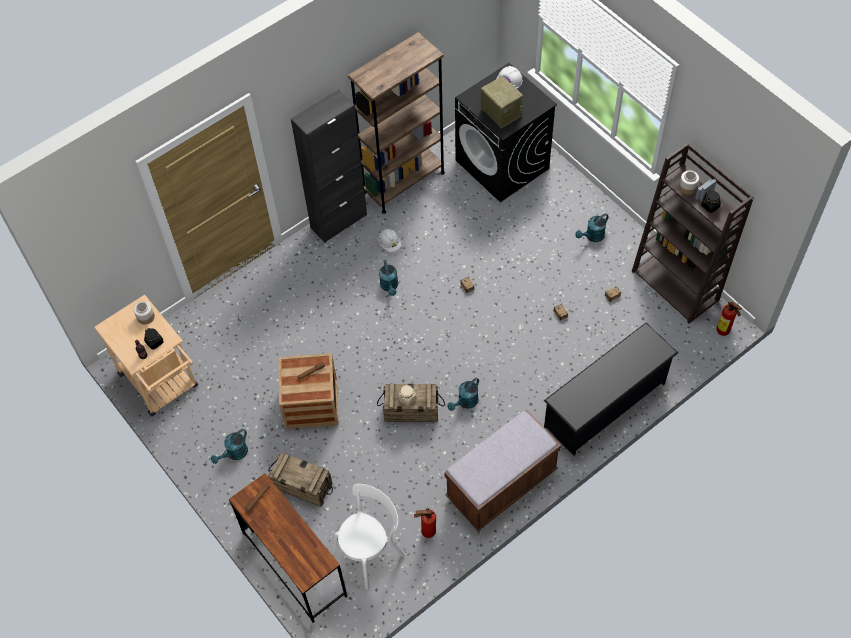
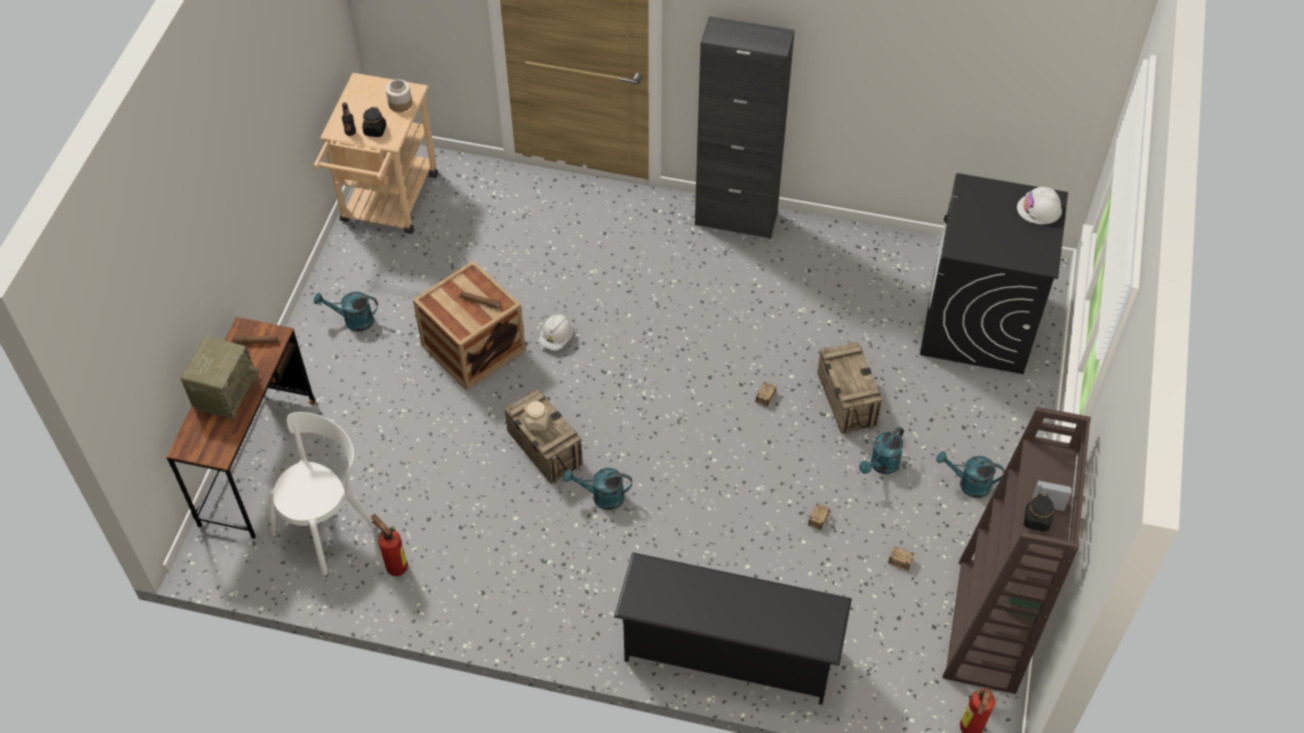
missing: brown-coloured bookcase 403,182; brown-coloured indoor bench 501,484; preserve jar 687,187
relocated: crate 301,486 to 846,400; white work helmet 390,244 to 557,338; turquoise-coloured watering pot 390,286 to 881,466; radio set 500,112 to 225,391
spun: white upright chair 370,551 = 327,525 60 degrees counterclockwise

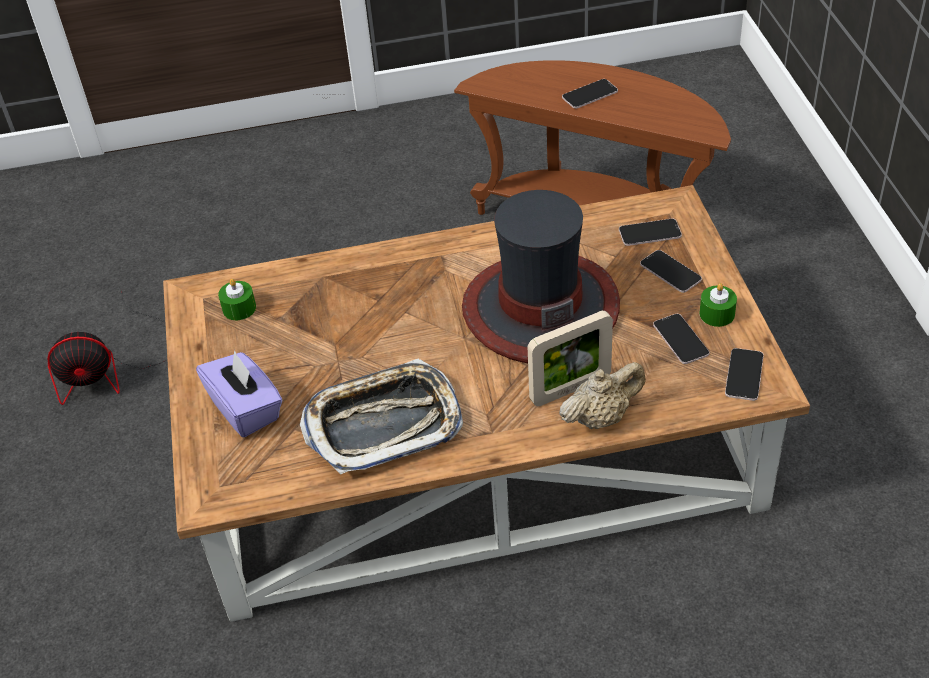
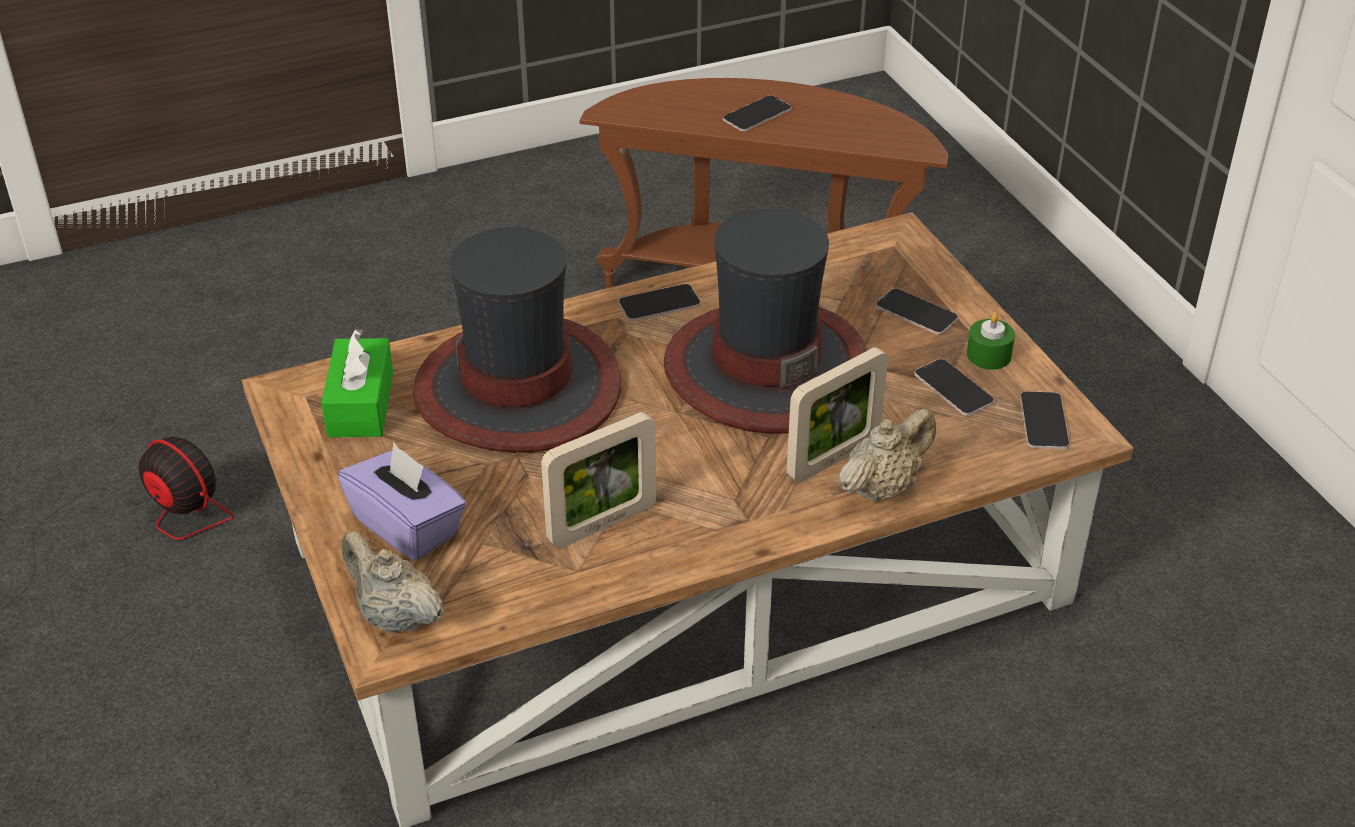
appeared: beige pot for tea 394,616; wearable hat 519,388
relocated: telephone 650,233 to 659,304
exchanged: greenish wax light 239,308 to greenish tissue box 361,404; tray 383,423 to photo frame 602,524
spun: cooling fan 111,367 = 144,524 120 degrees counterclockwise

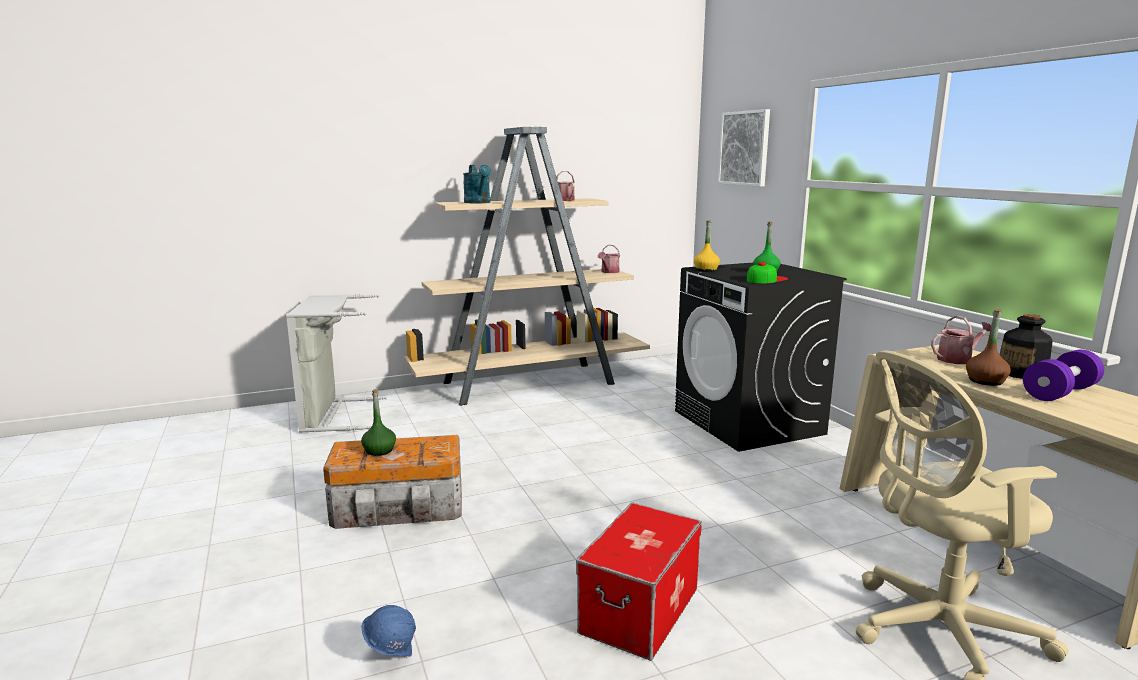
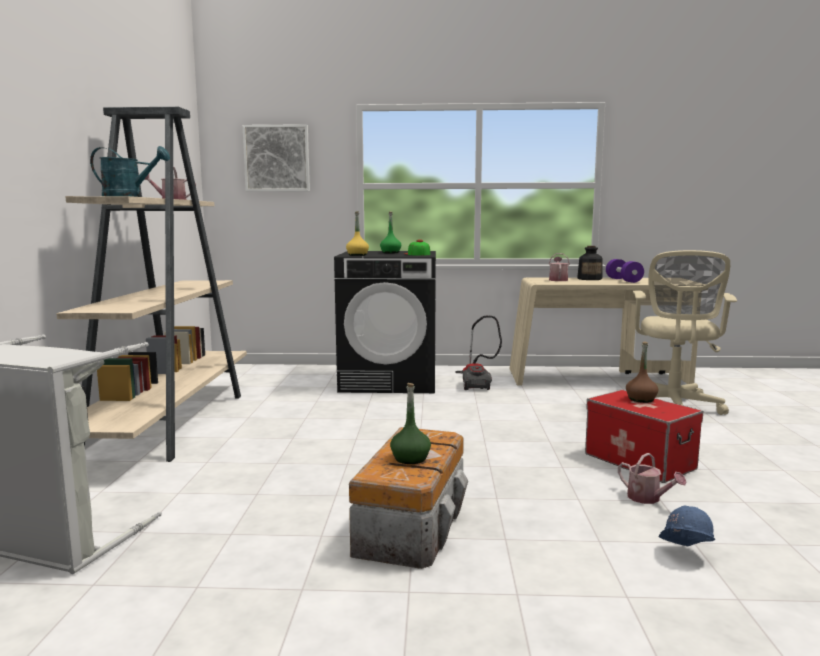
appeared: hoover 476,383
relocated: watering pot 609,272 to 648,498; brown-coloured drink bottle 985,381 to 641,399

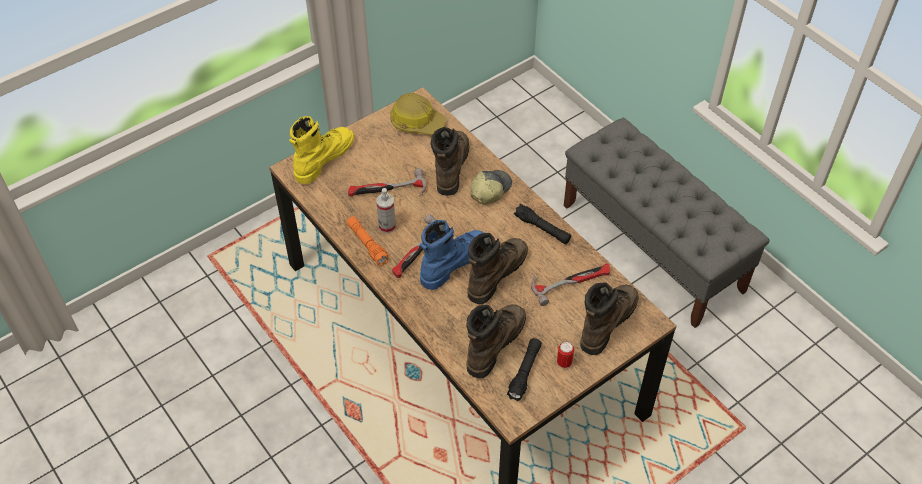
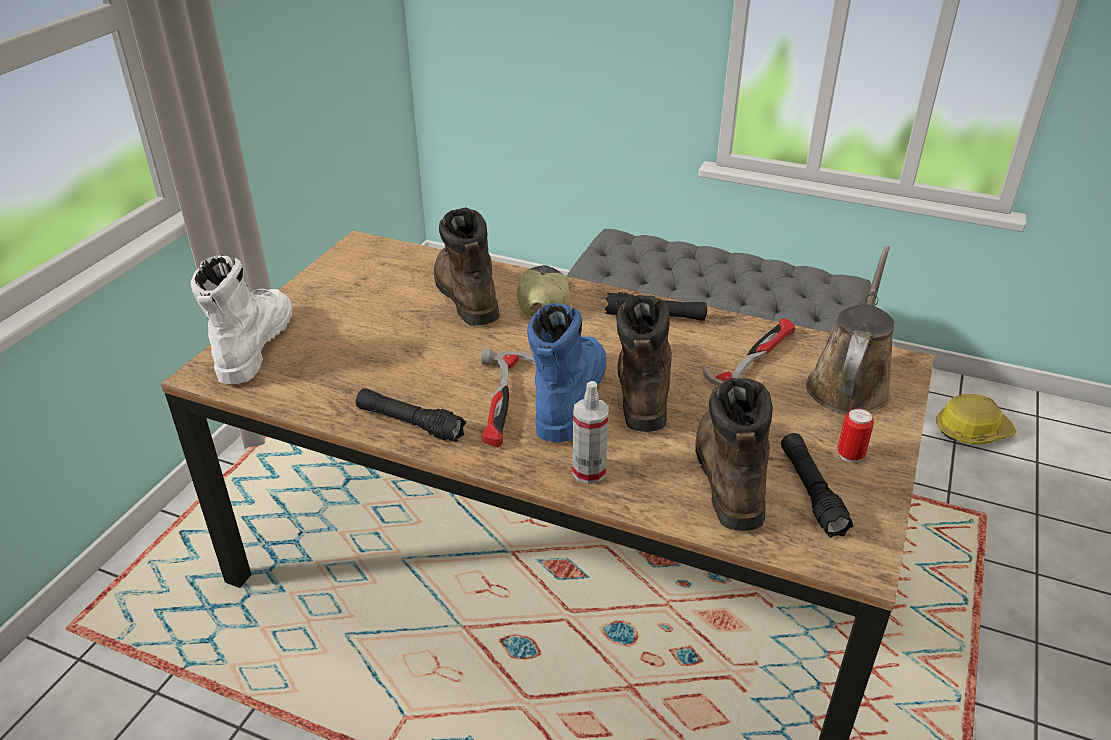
missing: tool hammer 387,190
relocated: sprayer 387,226 to 589,471; work helmet 417,122 to 971,430
exchanged: brown-coloured boot 607,322 to brown-coloured watering pot 849,384
colour: yellow-coloured boot 323,158 to white boot 254,345; orangey flashlight 367,244 to blackish flashlight 410,423

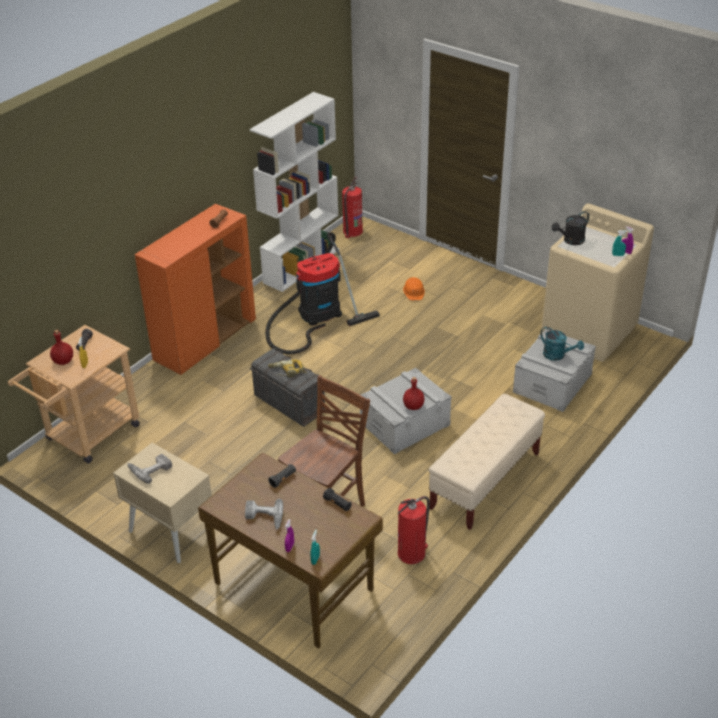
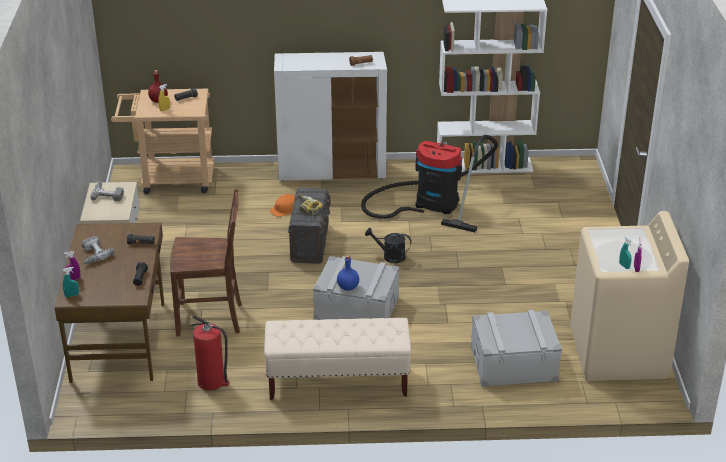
missing: fire-fighting cylinder 352,231; turquoise-coloured watering pot 557,355
relocated: orangey work helmet 414,292 to 285,209; blackish watering pot 571,241 to 390,256
colour: orangey cupboard 205,340 to white cupboard 332,171; red-coloured drink bottle 413,406 to bluish drink bottle 347,287

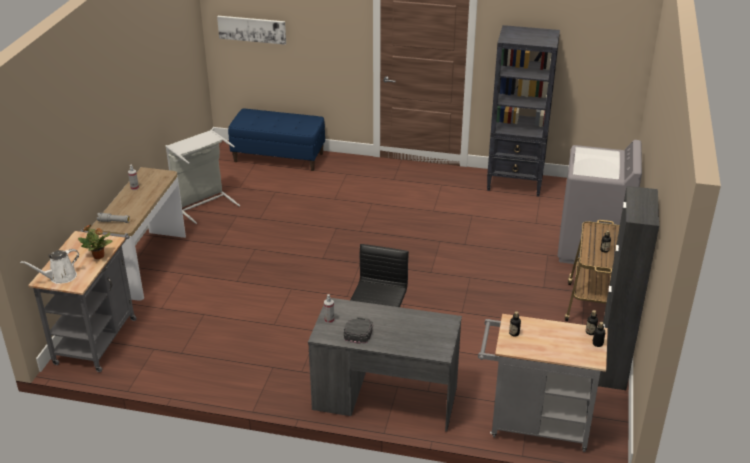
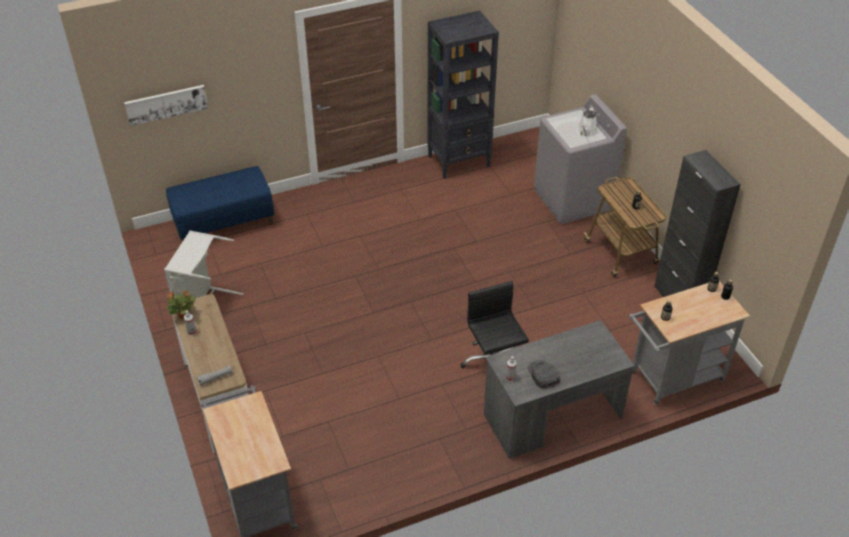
relocated: white watering pot 60,277 to 586,132; houseplant 99,256 to 184,315

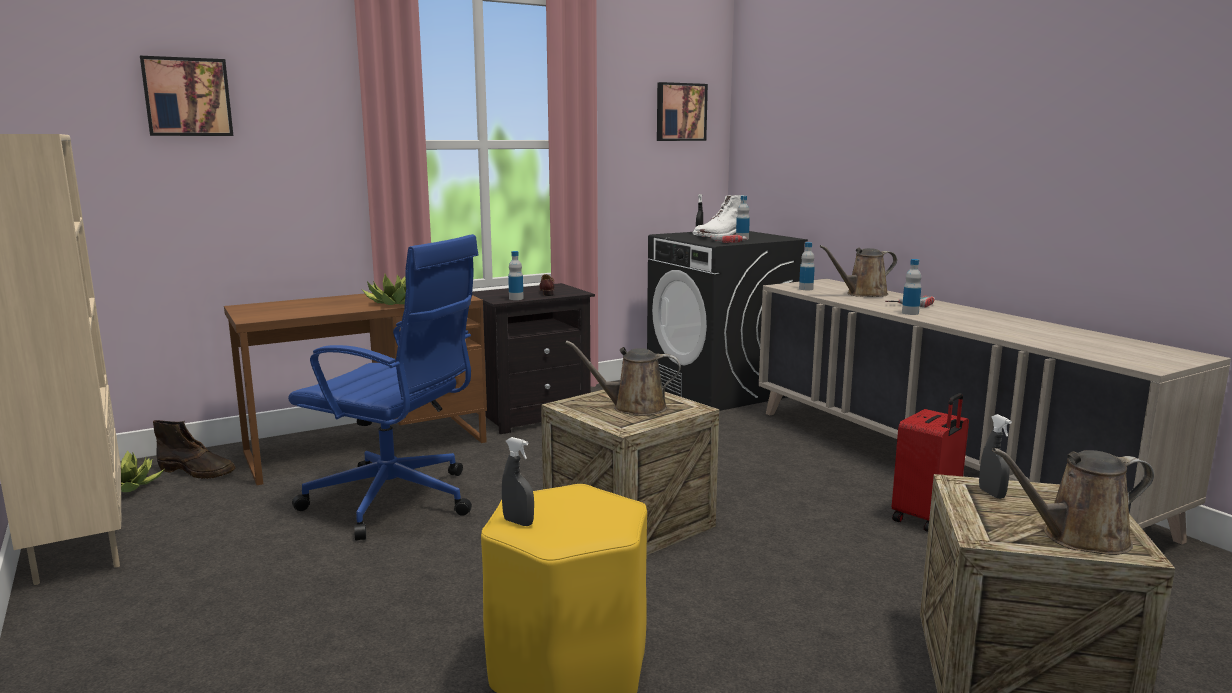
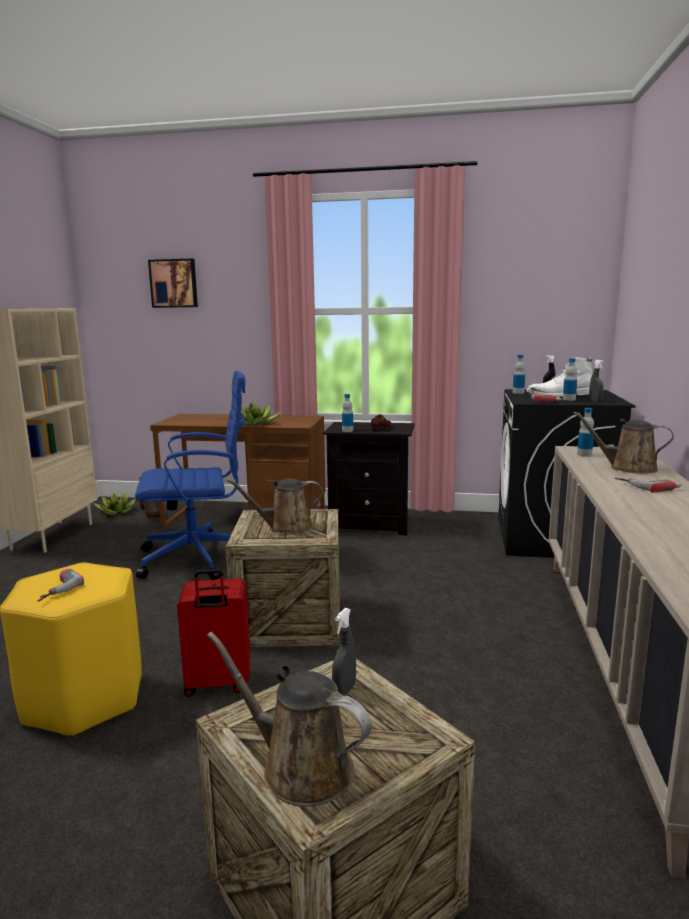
missing: wall picture 680,112
appeared: power drill 54,588
relocated: grey sprayer 518,522 to 595,400; red-coloured travel case 926,518 to 218,684; drink bottle 910,313 to 518,392
spun: bluish office chair 396,502 = 199,558 75 degrees counterclockwise; brown-coloured watering pot 633,408 = 286,527 60 degrees counterclockwise

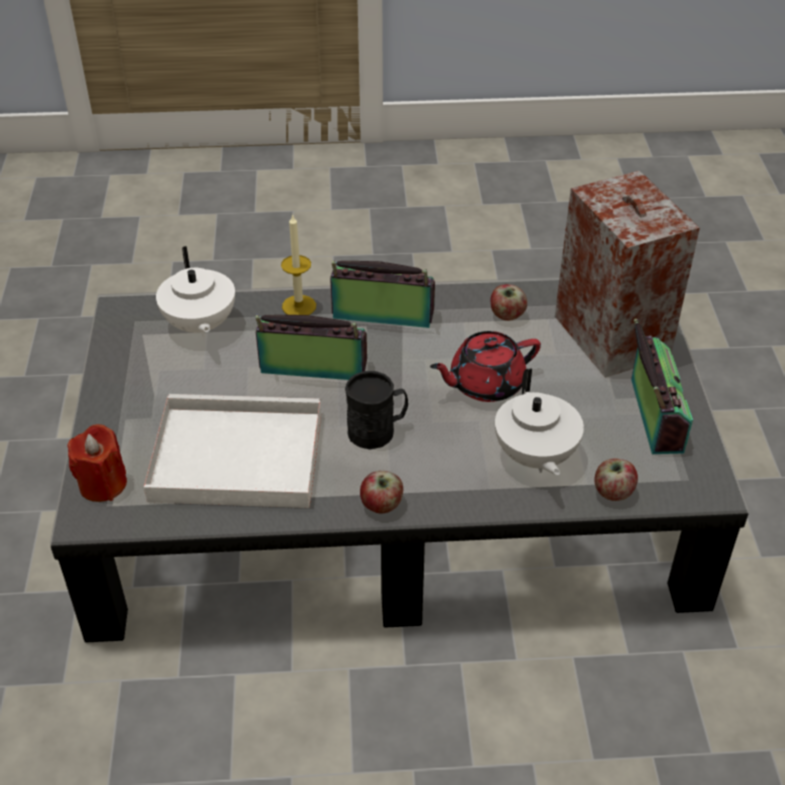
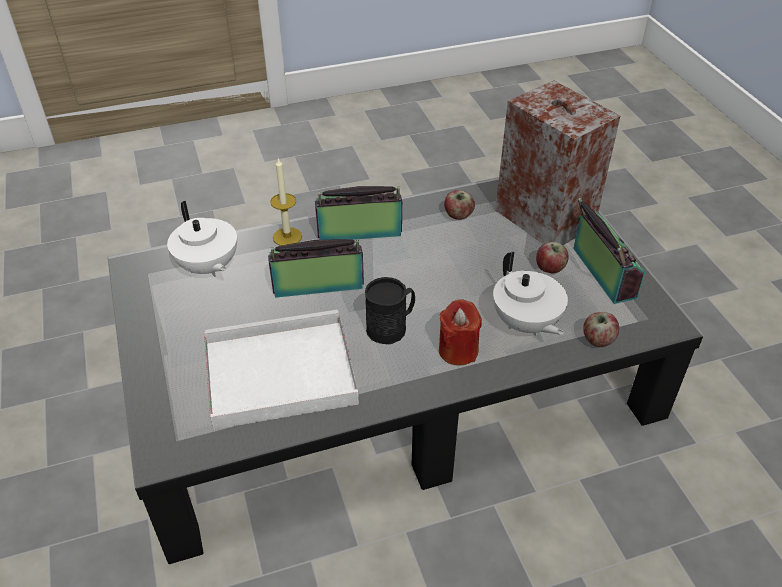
missing: red-coloured pot for tea 485,384
relocated: red-coloured wax light 103,484 to 458,350; apple fruit 381,505 to 550,268

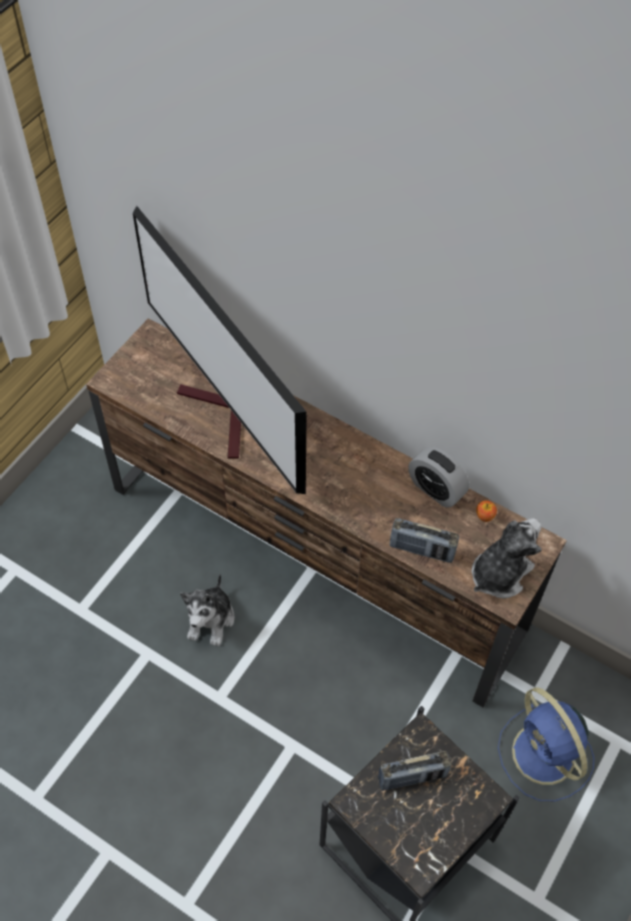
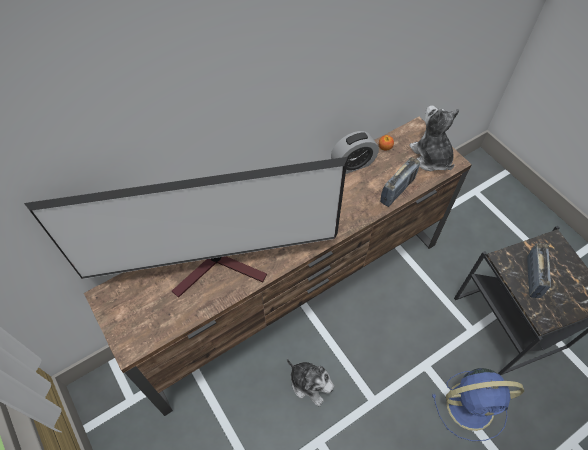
relocated: bluish cooling fan 545,756 to 472,405

